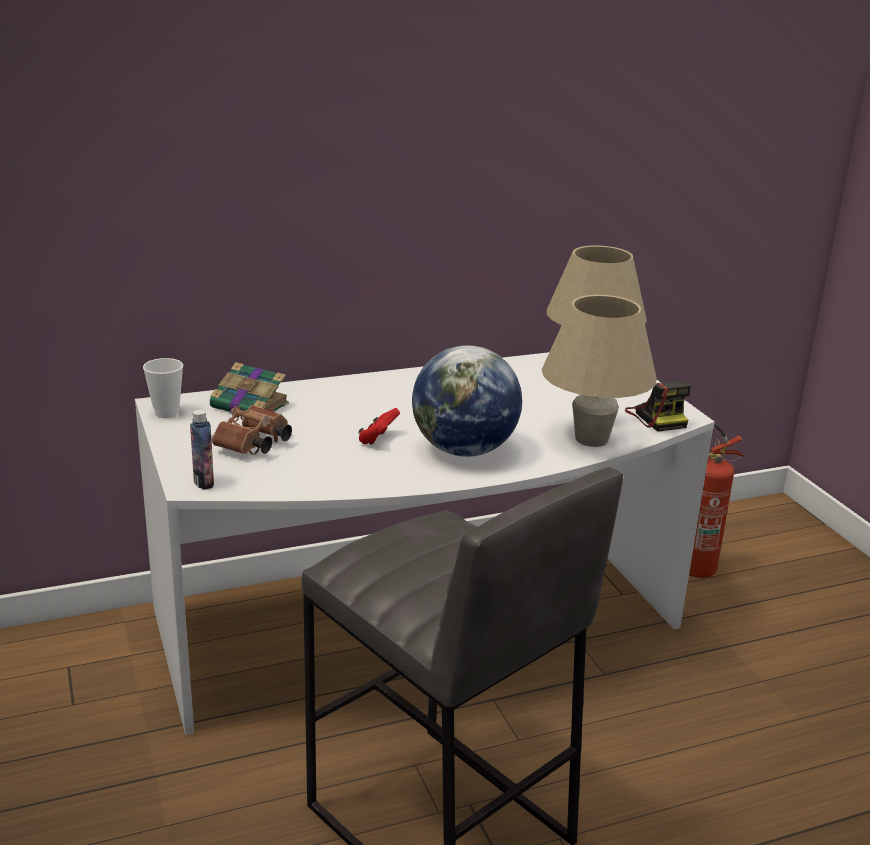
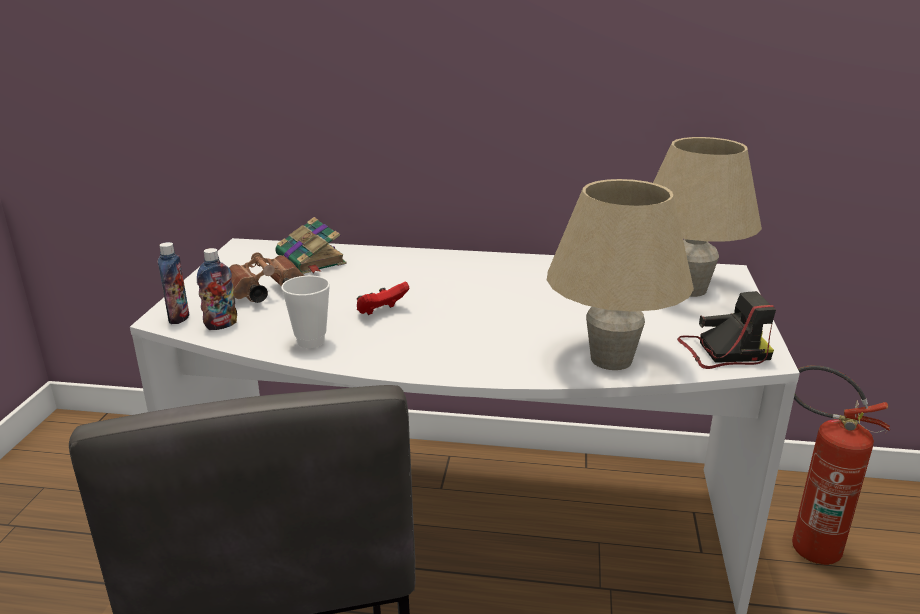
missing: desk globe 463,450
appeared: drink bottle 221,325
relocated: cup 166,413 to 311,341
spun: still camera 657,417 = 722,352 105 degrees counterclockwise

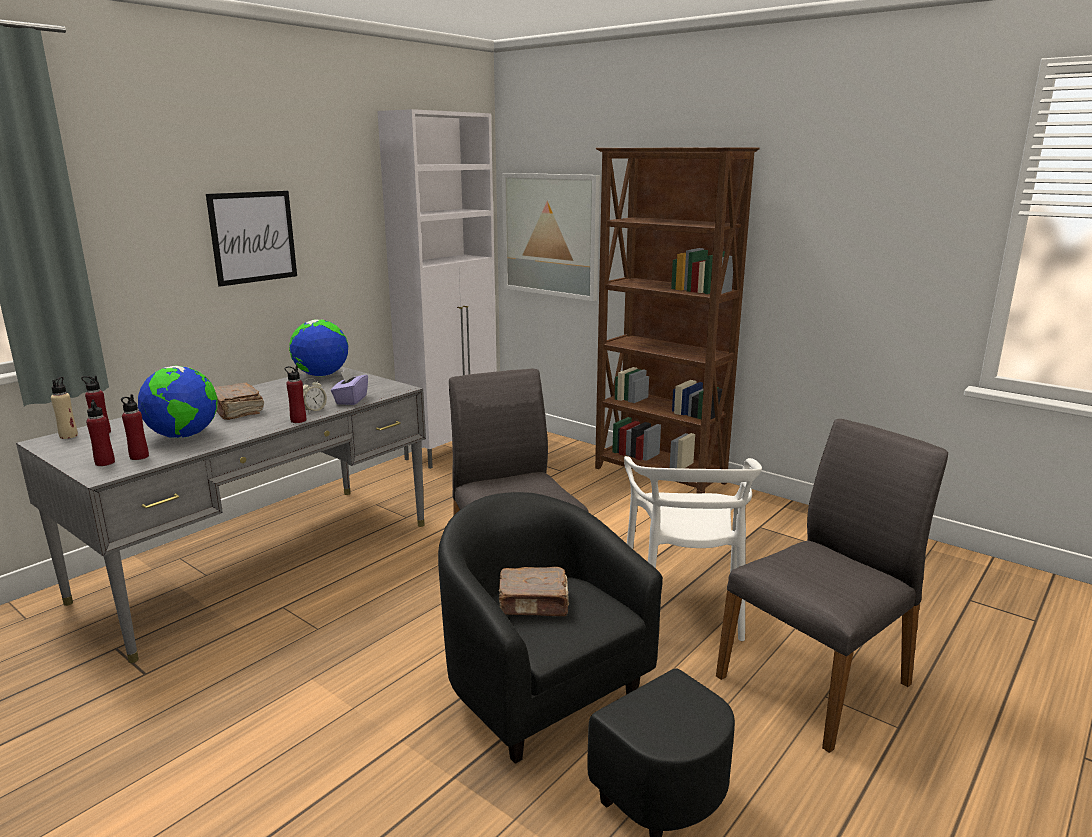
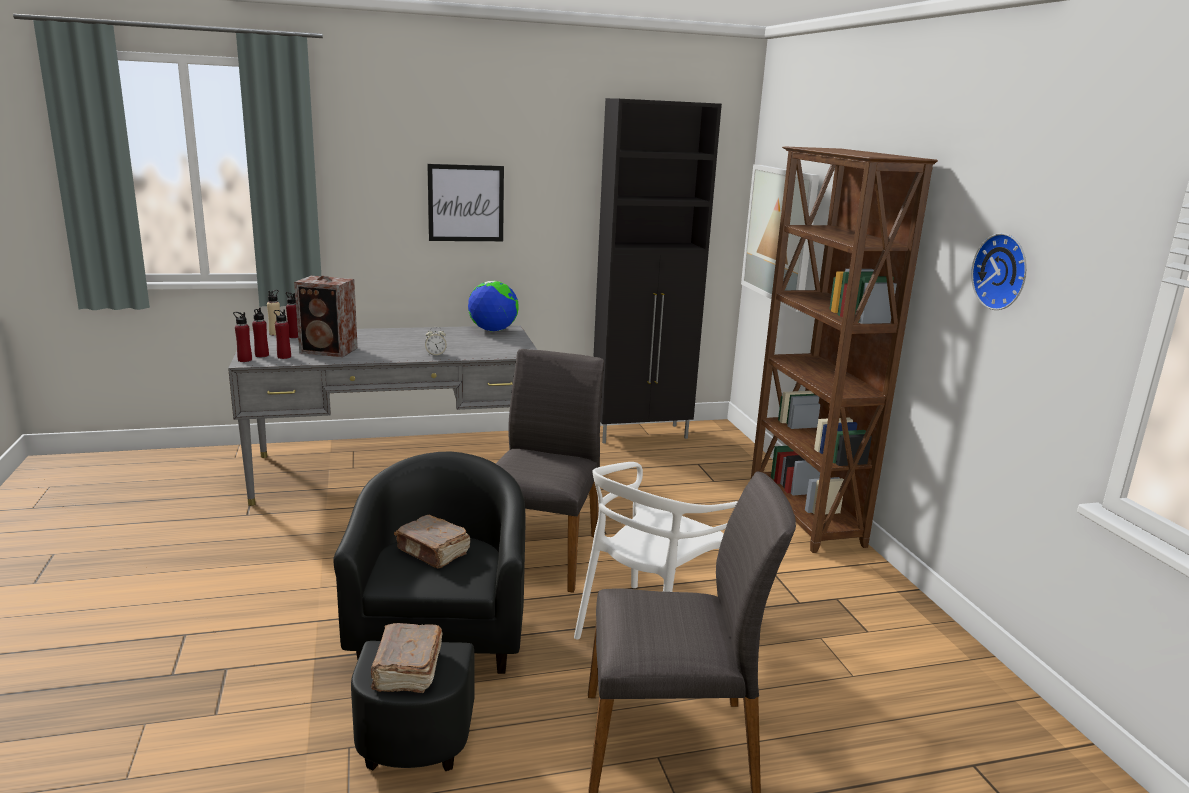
missing: purplish tissue box 351,400
appeared: hanging clock 1003,271
relocated: brown-coloured bound book 236,411 to 407,670; red-coloured drink bottle 298,420 to 244,360
exchanged: desk globe 184,436 to audio speaker 330,350
colour: white cupboard 452,451 to blackish cupboard 642,434

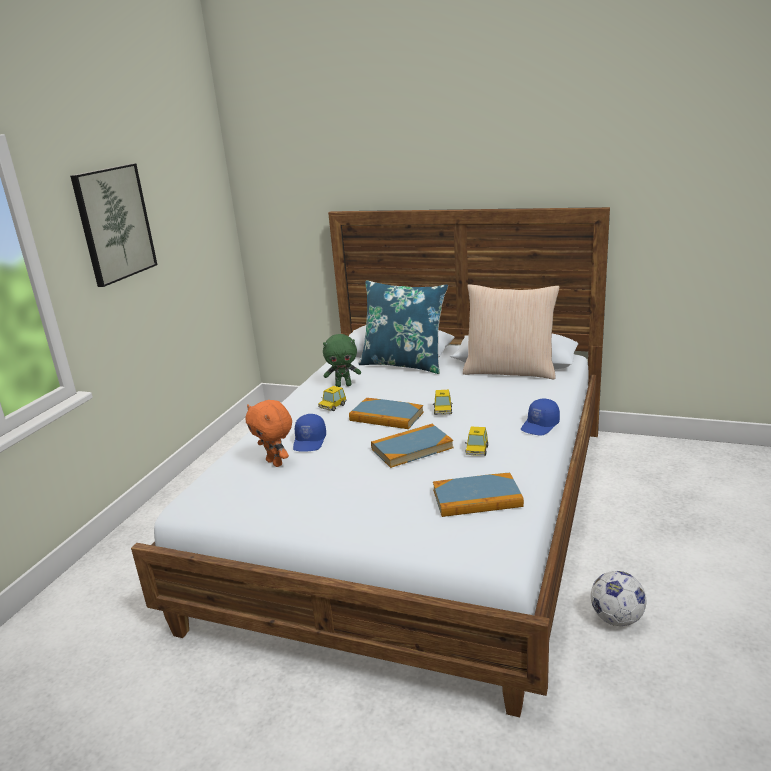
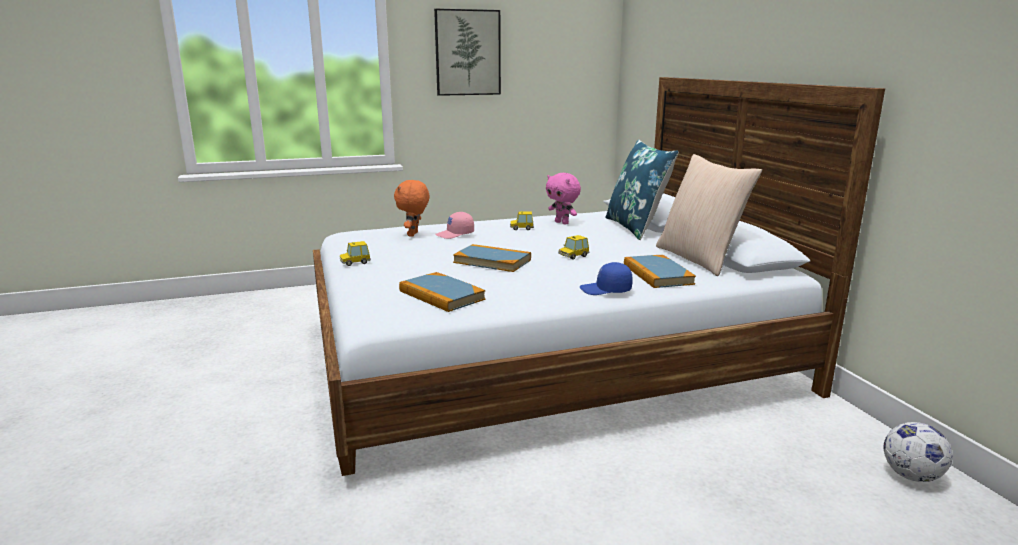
relocated: bound book 386,416 to 657,274; toy car 477,450 to 355,262; football ball 617,618 to 911,476
colour: bluish peaked cap 310,441 to pink peaked cap 455,234; greenish plush toy 343,385 to pink plush toy 562,223

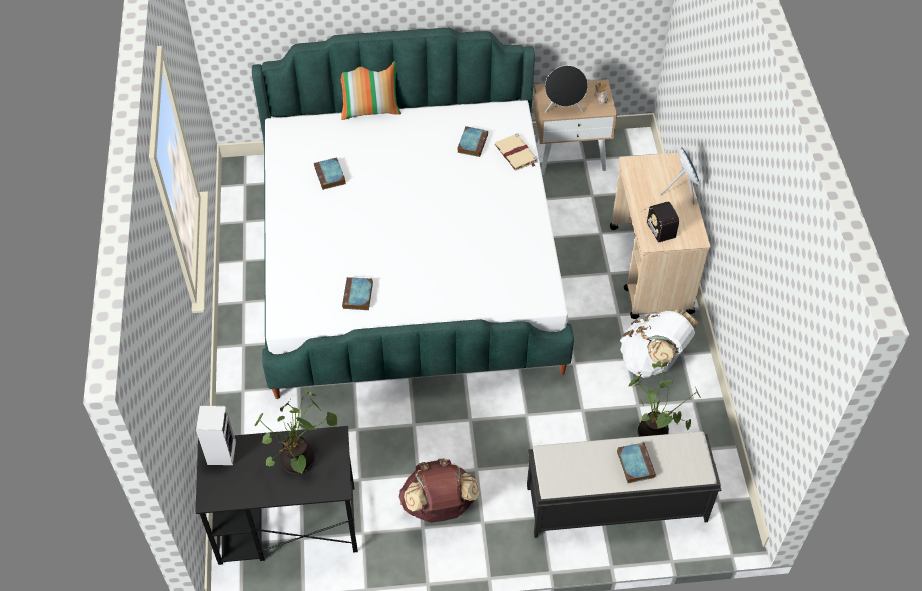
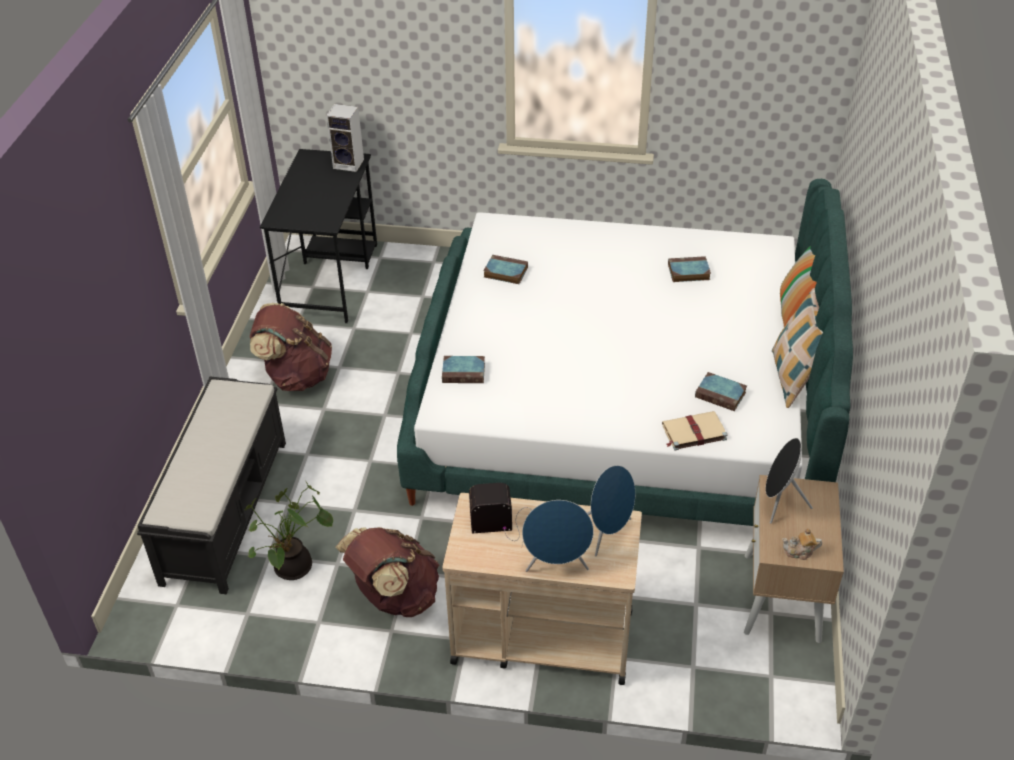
missing: houseplant 299,463
appeared: bluish audio speaker 607,534; throw pillow 793,378
relocated: bound book 634,463 to 464,372
colour: white backpack 653,360 to brown-coloured backpack 394,596

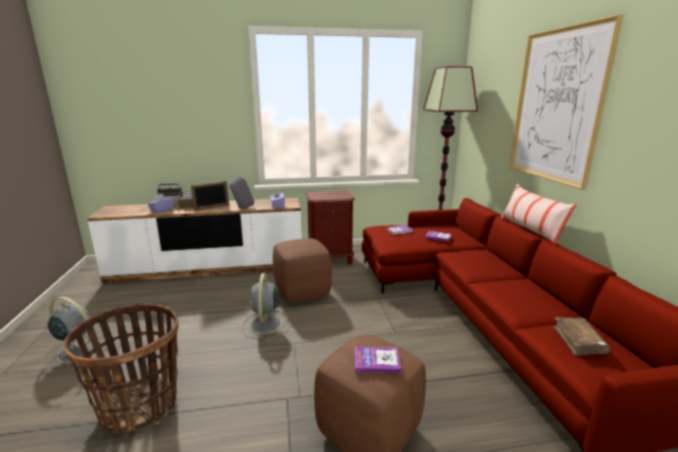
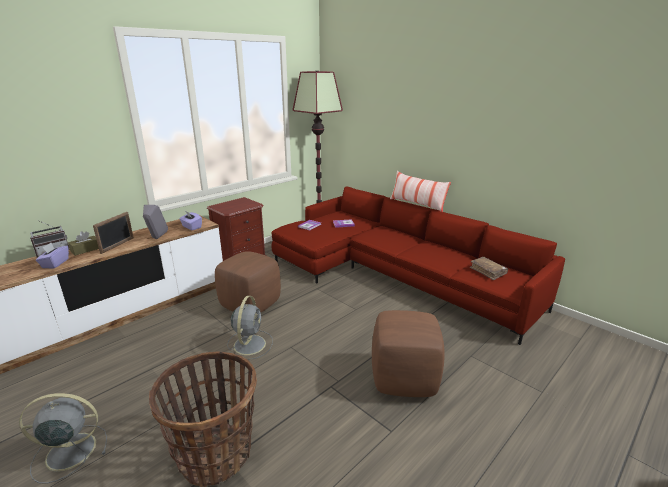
missing: bound book 376,361; wall picture 556,106
spun: grey cooling fan 265,325 = 250,344 135 degrees counterclockwise

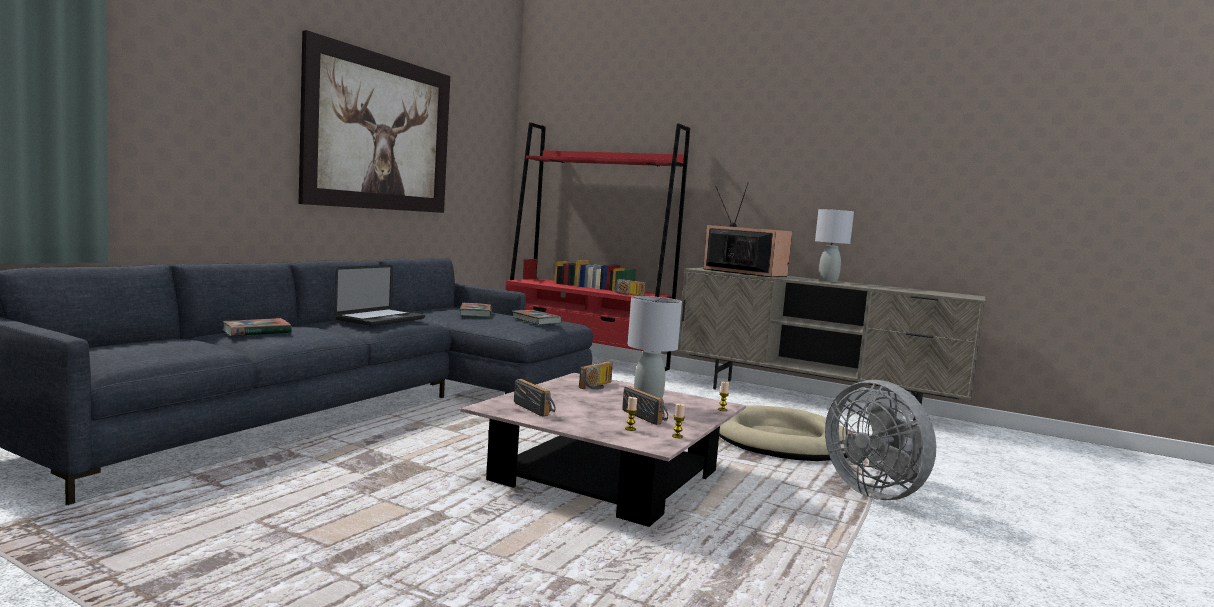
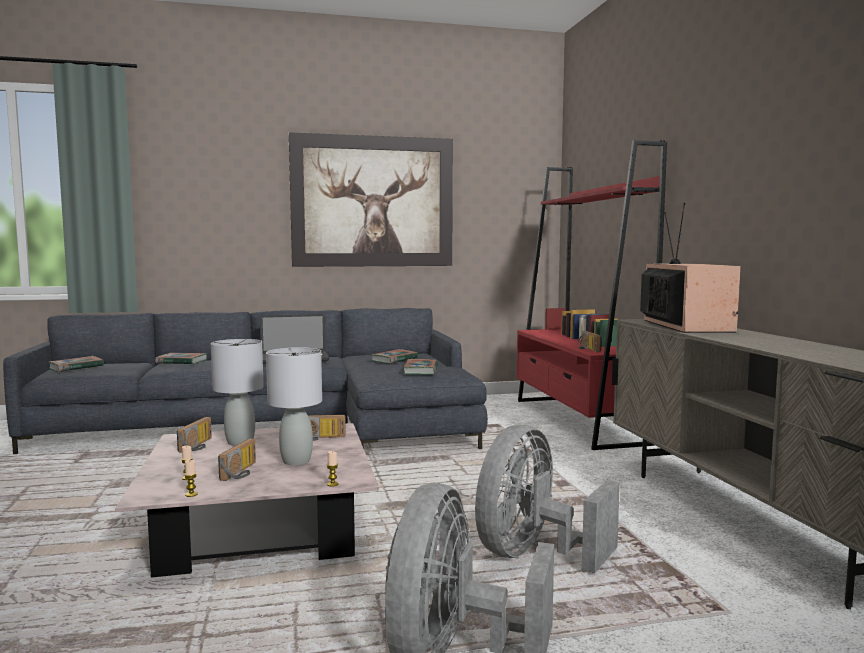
appeared: bound book 76,367
relocated: grey table lamp 828,281 to 239,442
exchanged: beige dog bed 781,441 to grey cooling fan 533,554

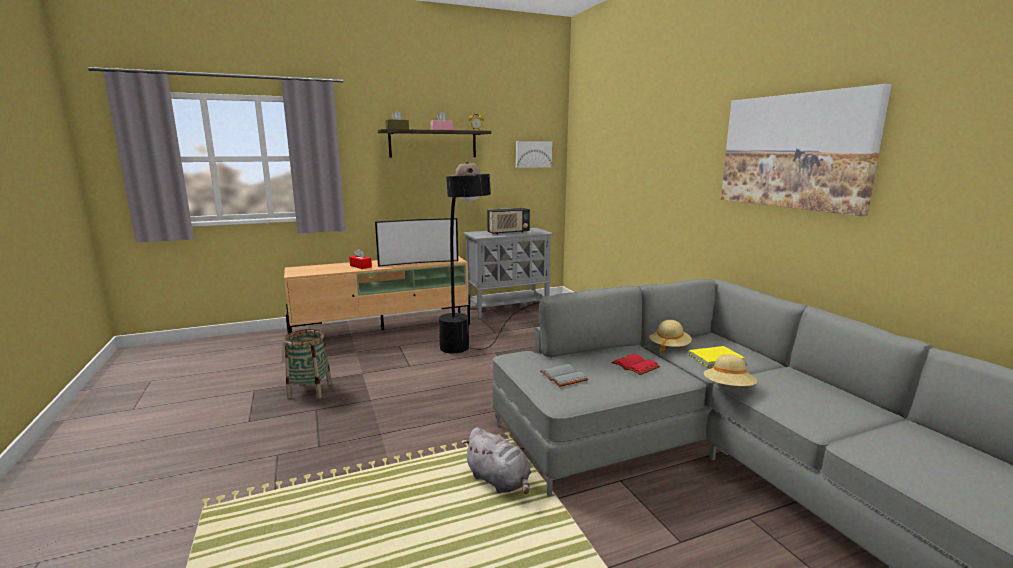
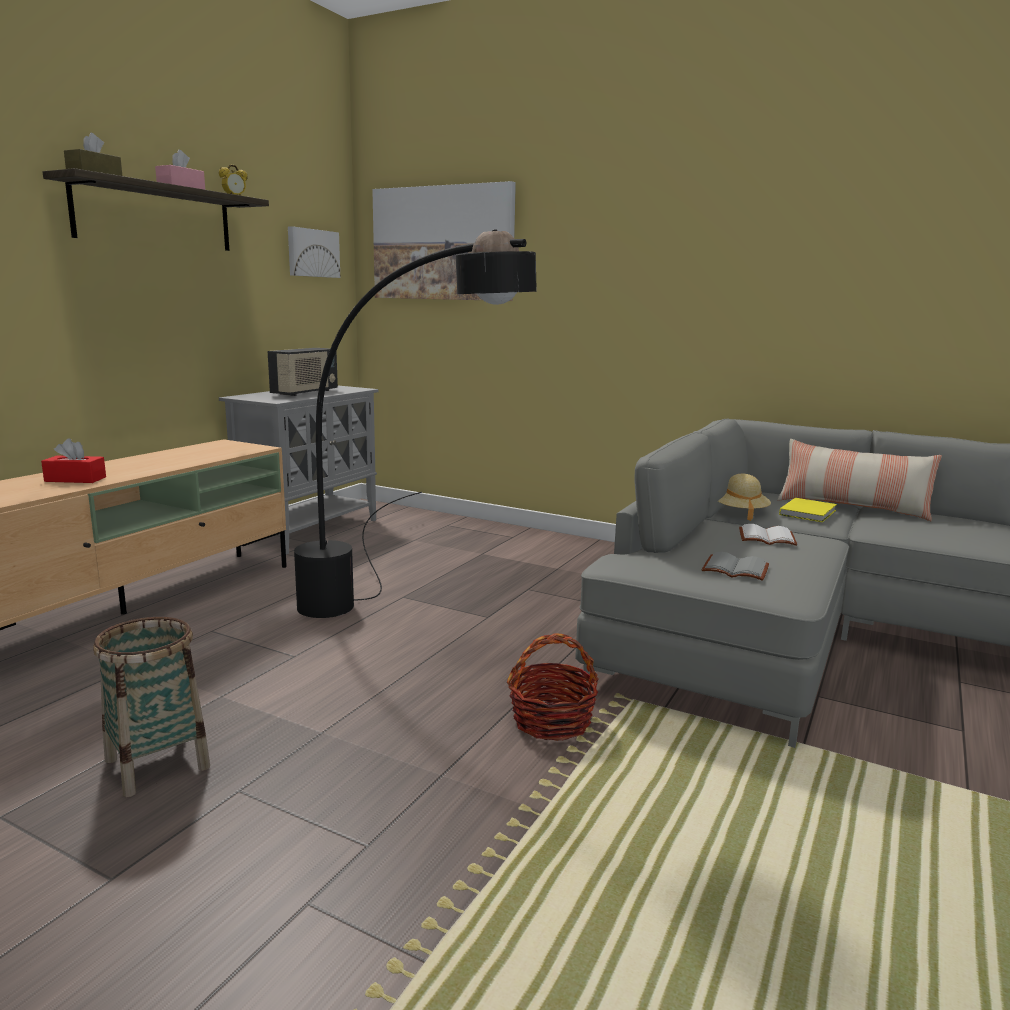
missing: TV 418,262; grey plush toy 499,481; beige wearable hat 728,388
appeared: storage basket 552,721; throw pillow 852,507
relocated: wall picture 794,151 to 443,243
colour: red-coloured bound book 634,366 to white bound book 766,538

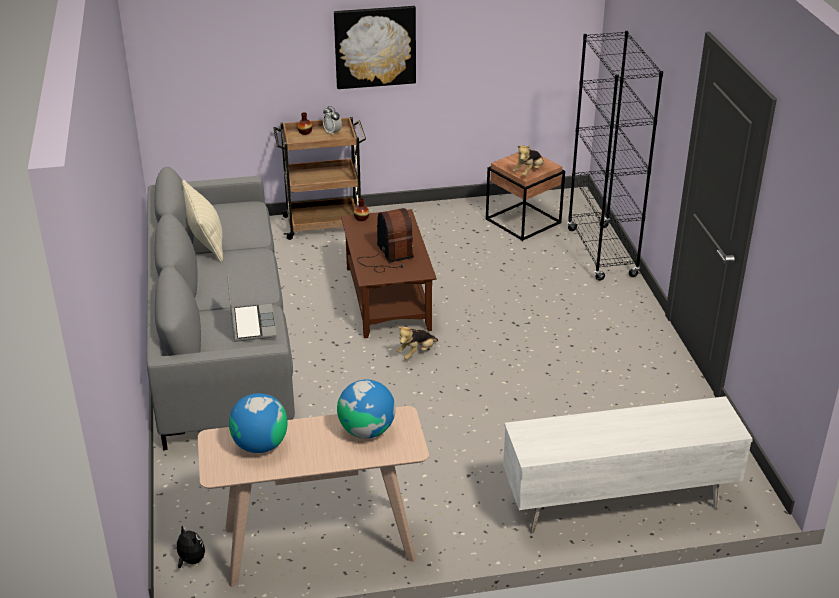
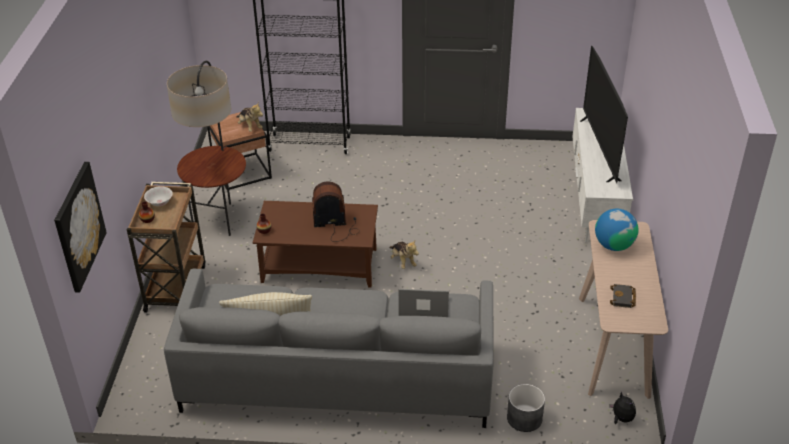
appeared: standard lamp 219,219; grey flower pot 524,418; TV 600,150
relocated: wall picture 375,46 to 78,226
exchanged: desk globe 260,445 to blackish bound book 623,298; bedside clock 332,132 to white deep dish 160,202
spun: plush toy 190,560 = 621,419 90 degrees clockwise

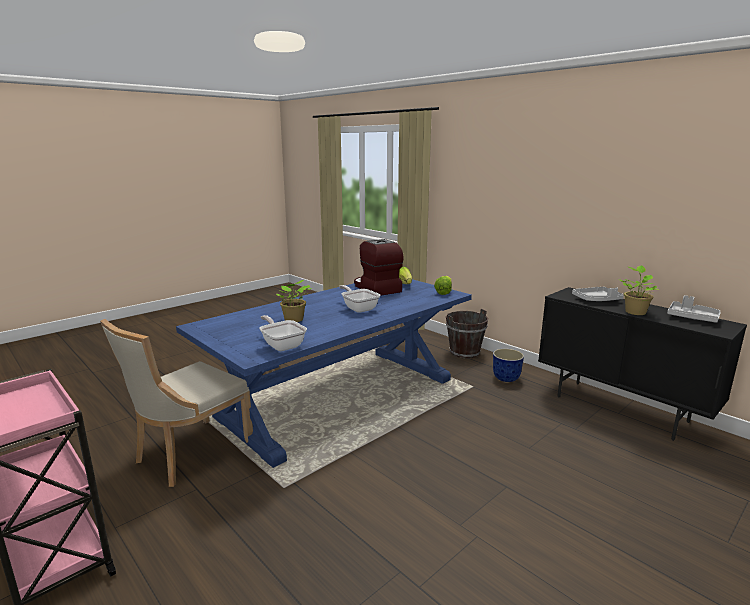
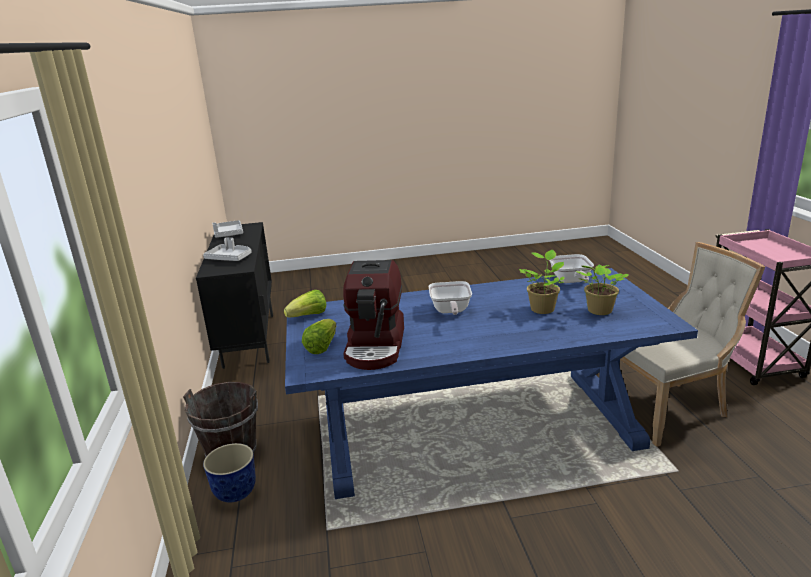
relocated: flower pot 505,378 to 236,493; houseplant 635,312 to 598,311

